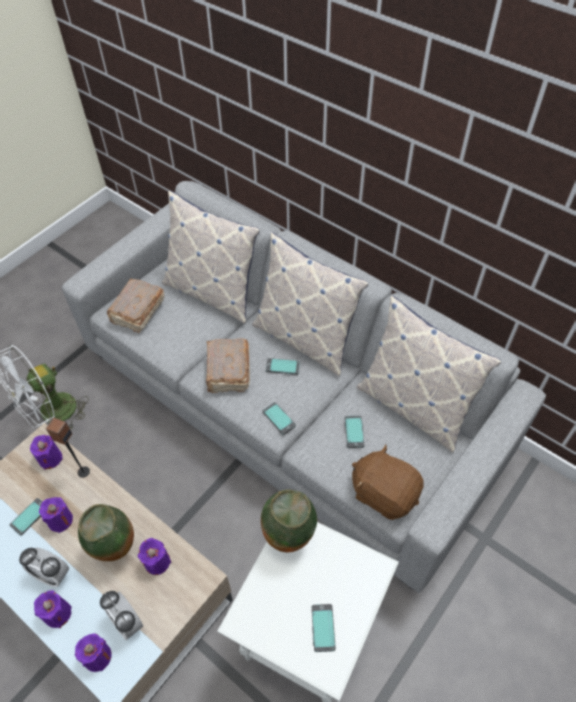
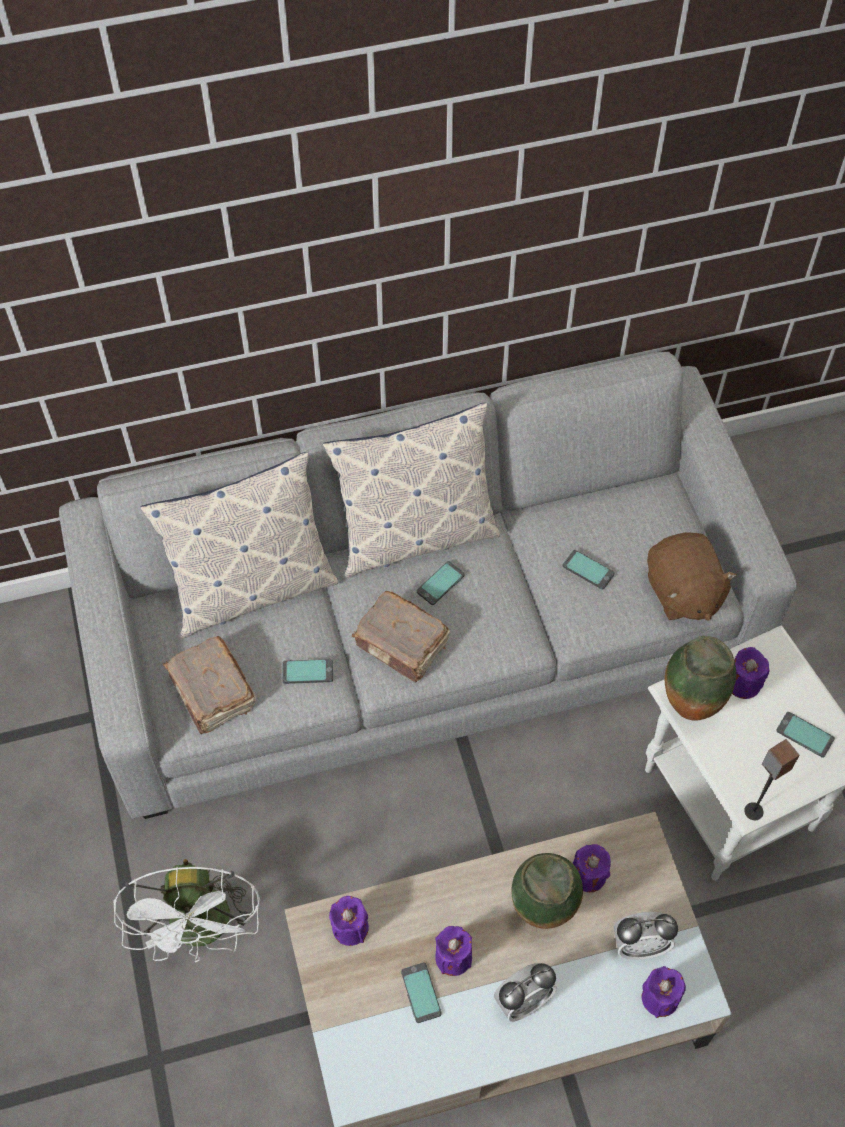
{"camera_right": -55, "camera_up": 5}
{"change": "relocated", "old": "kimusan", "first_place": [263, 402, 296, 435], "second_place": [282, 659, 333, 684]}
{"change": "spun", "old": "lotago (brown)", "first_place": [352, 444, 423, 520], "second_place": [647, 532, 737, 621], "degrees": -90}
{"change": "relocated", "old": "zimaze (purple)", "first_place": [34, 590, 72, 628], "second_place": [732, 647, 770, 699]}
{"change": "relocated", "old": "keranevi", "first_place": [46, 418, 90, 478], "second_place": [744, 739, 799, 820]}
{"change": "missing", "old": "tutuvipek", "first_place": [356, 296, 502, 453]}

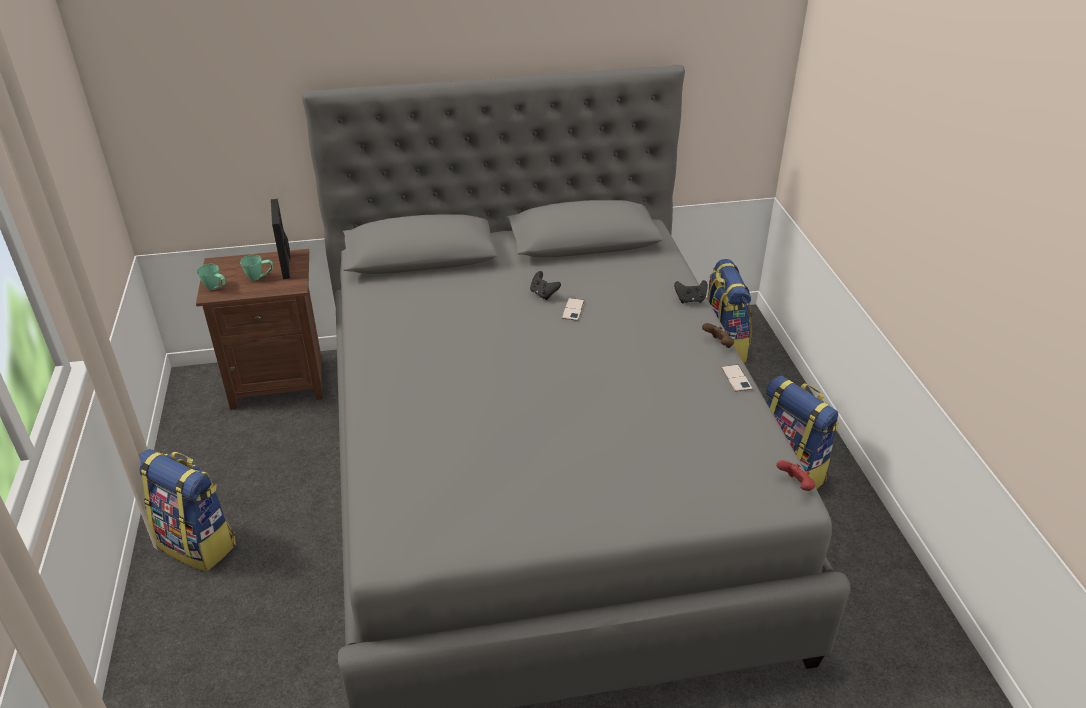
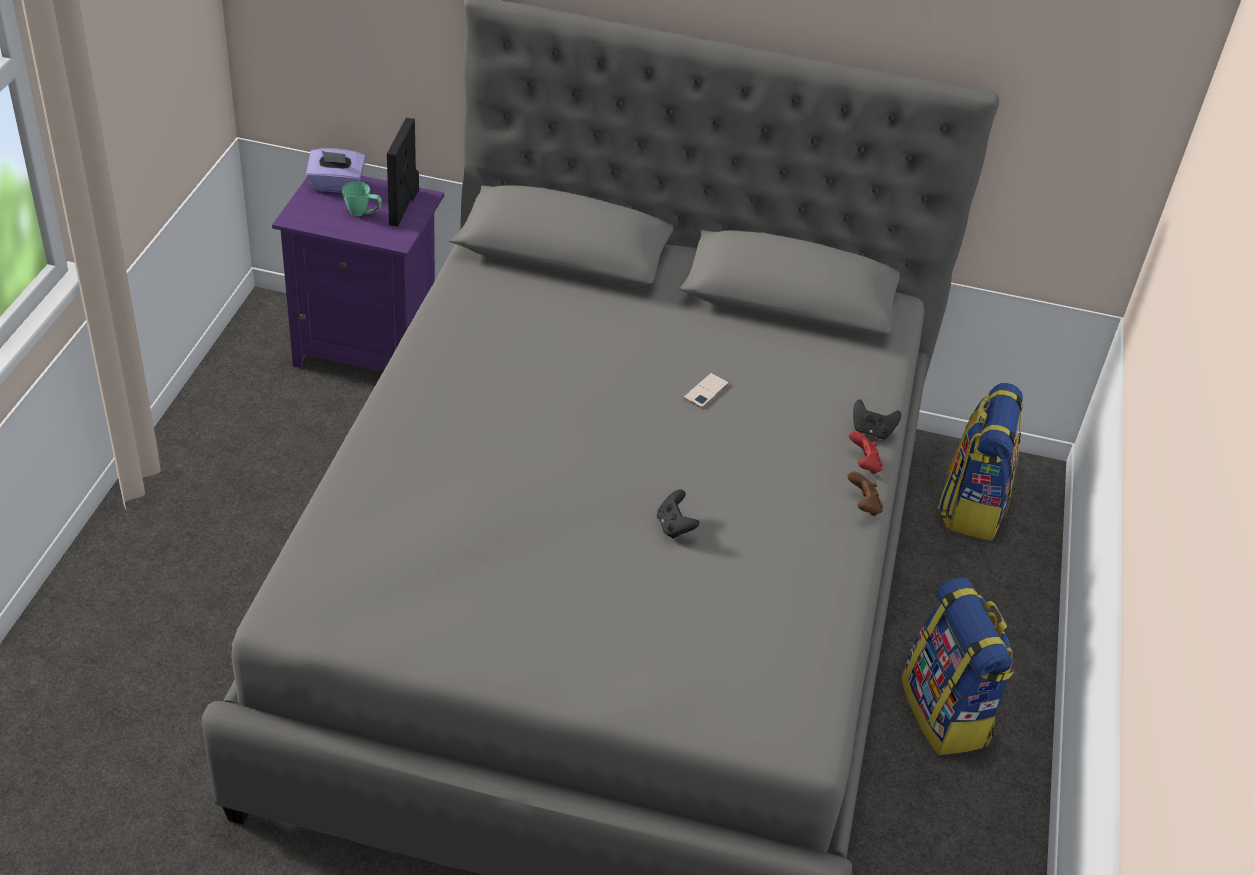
{"camera_right": 20, "camera_up": 5}
{"change": "colour", "old": "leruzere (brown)", "new": "leruzere (purple)", "first_place": [196, 249, 324, 410], "second_place": [272, 176, 444, 372]}
{"change": "appeared", "new": "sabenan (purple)", "second_place": [306, 148, 366, 193]}
{"change": "relocated", "old": "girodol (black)", "first_place": [530, 271, 561, 300], "second_place": [657, 490, 699, 539]}
{"change": "relocated", "old": "girodol (red)", "first_place": [776, 460, 815, 491], "second_place": [849, 431, 883, 475]}
{"change": "missing", "old": "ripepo", "first_place": [139, 449, 236, 571]}
{"change": "missing", "old": "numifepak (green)", "first_place": [197, 264, 226, 290]}
{"change": "missing", "old": "kimusan", "first_place": [722, 365, 752, 392]}

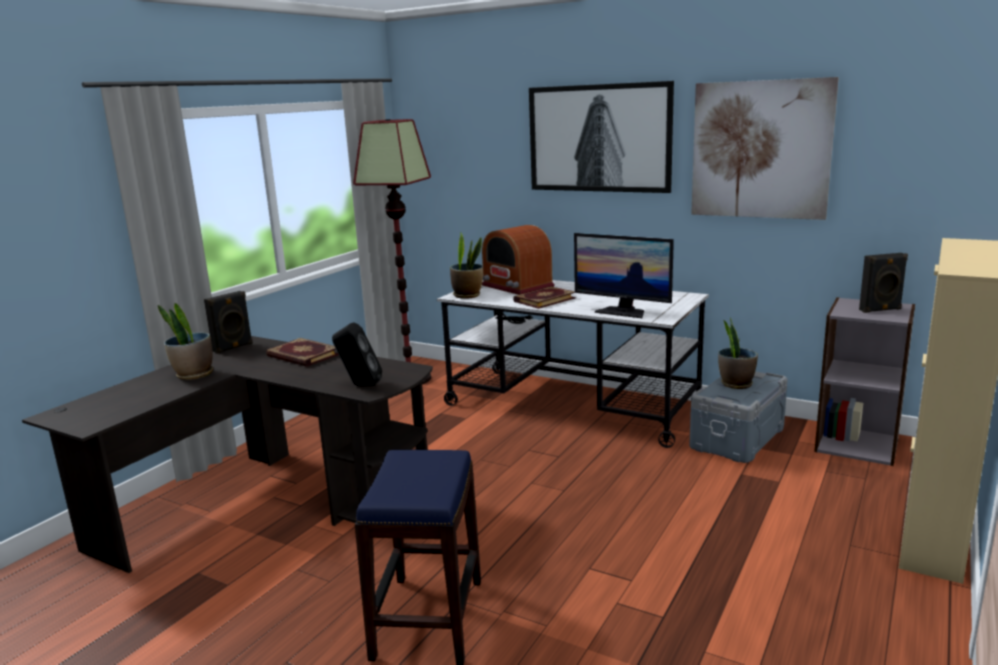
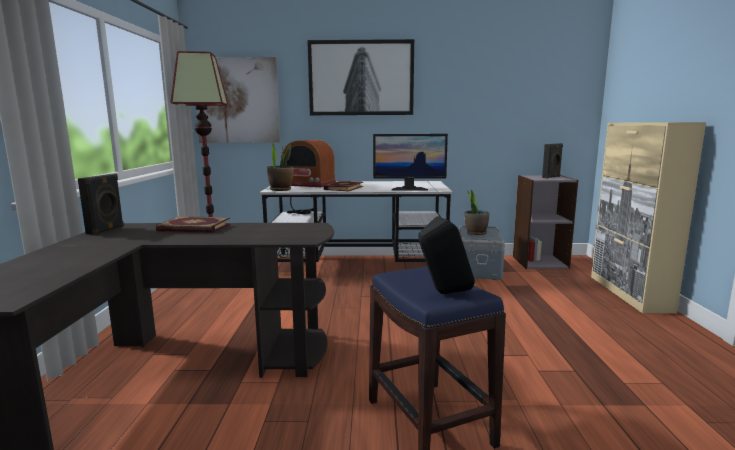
{"camera_right": -30, "camera_up": -5}
{"change": "relocated", "old": "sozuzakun", "first_place": [691, 77, 839, 220], "second_place": [196, 57, 280, 143]}
{"change": "relocated", "old": "keranevi (black)", "first_place": [332, 322, 382, 386], "second_place": [419, 216, 475, 294]}
{"change": "missing", "old": "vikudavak", "first_place": [158, 303, 214, 380]}

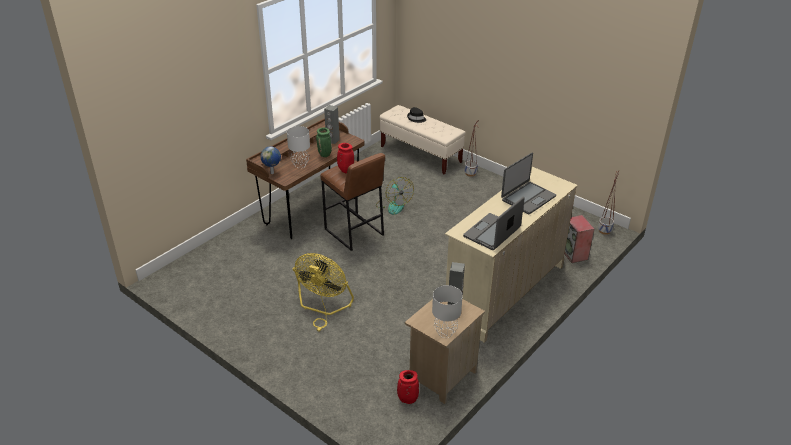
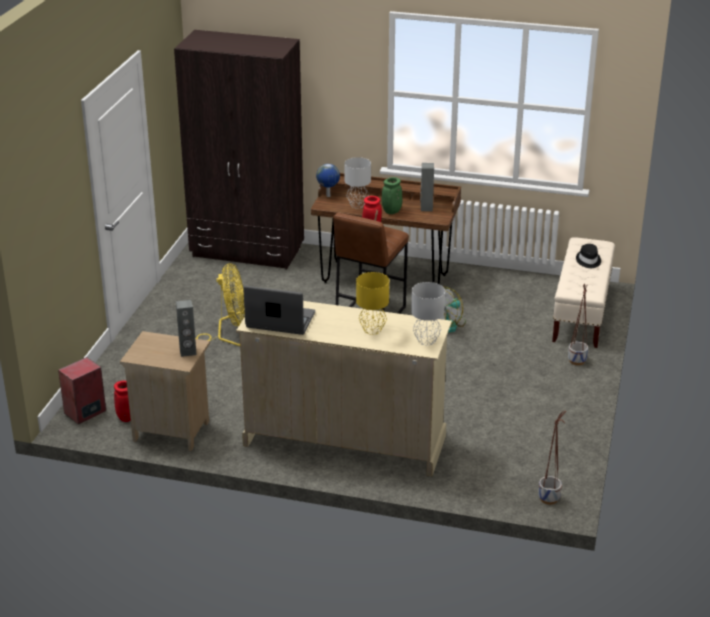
{"camera_right": 65, "camera_up": -5}
{"change": "relocated", "old": "keranevi", "first_place": [564, 215, 594, 263], "second_place": [58, 357, 106, 424]}
{"change": "appeared", "new": "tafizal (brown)", "second_place": [174, 30, 304, 269]}
{"change": "exchanged", "old": "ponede", "new": "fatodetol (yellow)", "first_place": [501, 153, 556, 214], "second_place": [356, 272, 389, 335]}
{"change": "relocated", "old": "fatodetol (grey)", "first_place": [432, 285, 463, 338], "second_place": [411, 282, 445, 345]}

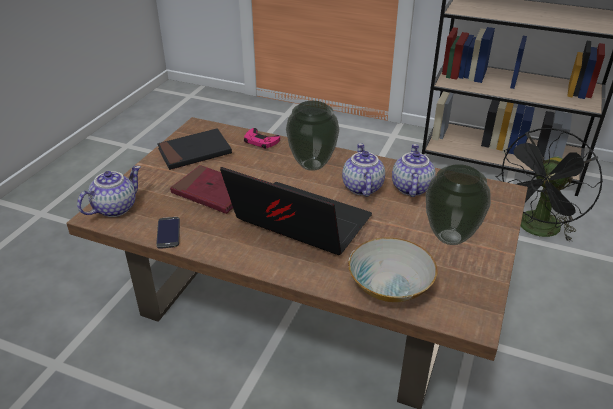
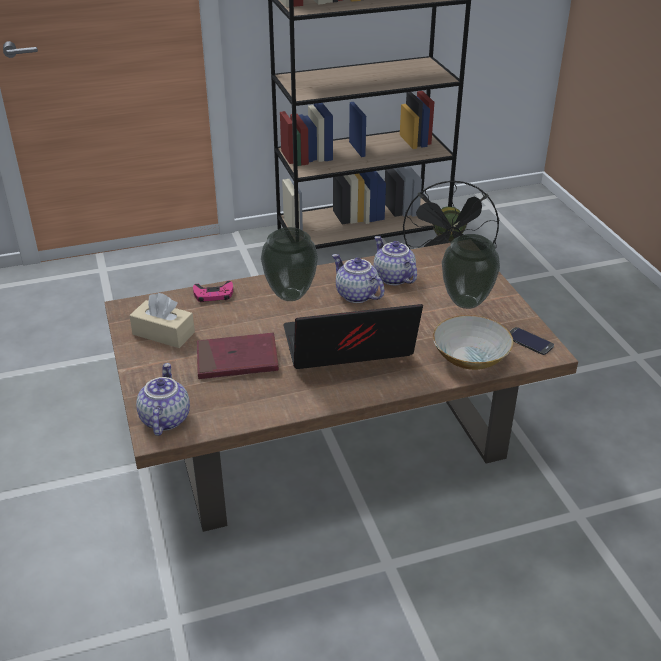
{"camera_right": -40, "camera_up": 0}
{"change": "exchanged", "old": "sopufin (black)", "new": "sabenan (beige)", "first_place": [157, 128, 232, 170], "second_place": [129, 293, 195, 348]}
{"change": "relocated", "old": "kimusan", "first_place": [156, 217, 180, 249], "second_place": [509, 327, 554, 355]}

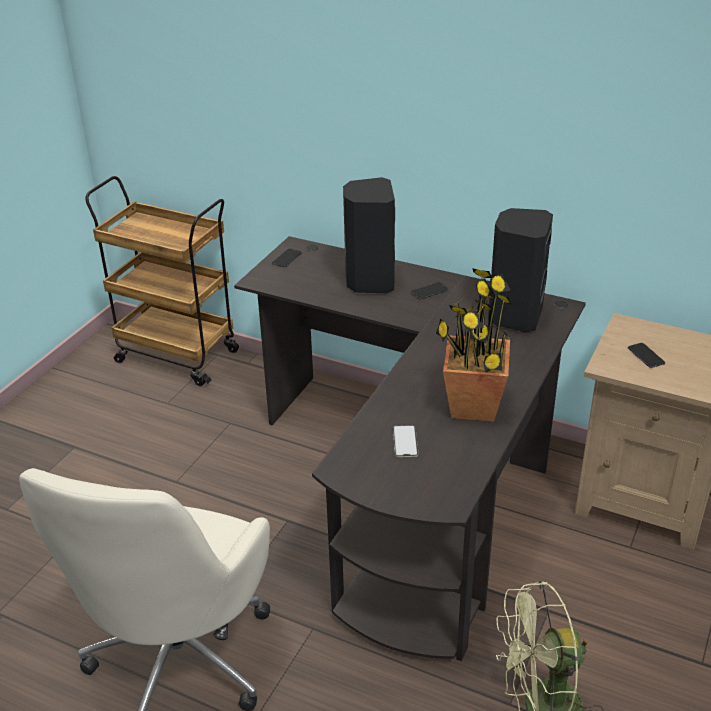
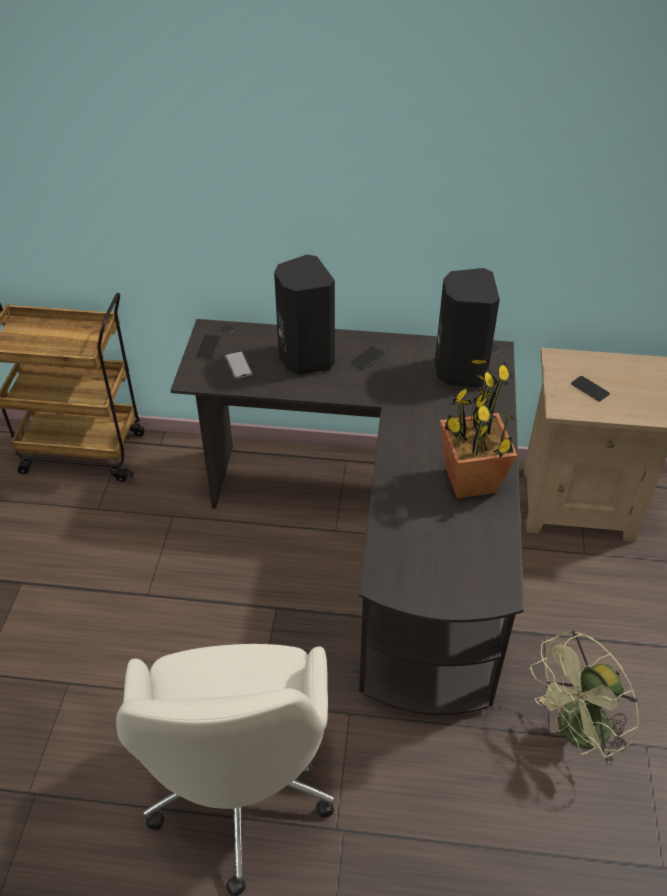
{"camera_right": -20, "camera_up": 10}
{"change": "relocated", "old": "kimusan", "first_place": [393, 425, 419, 457], "second_place": [225, 351, 253, 379]}

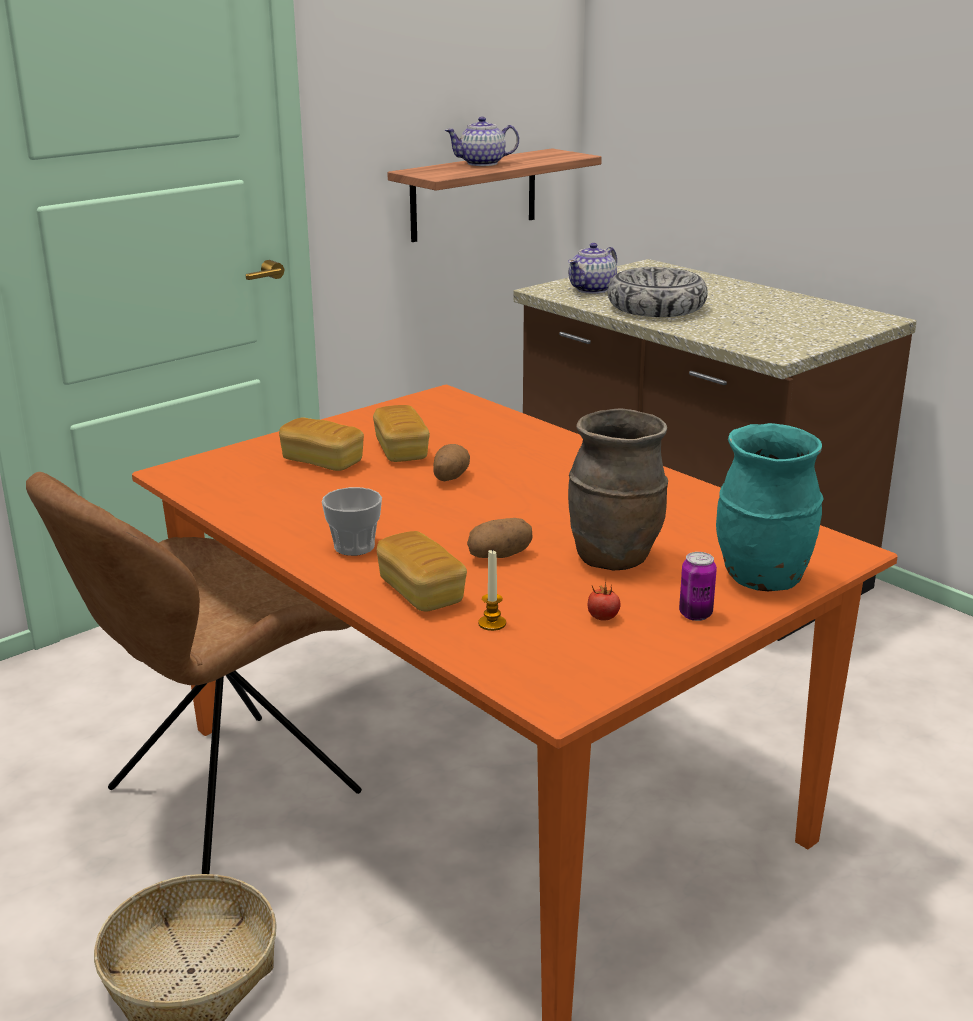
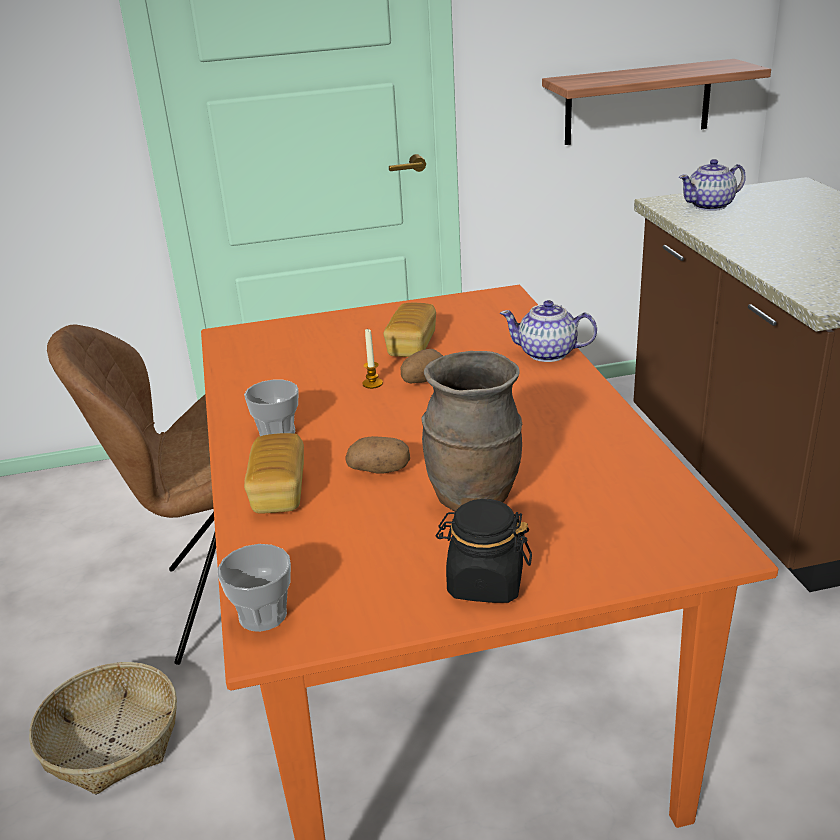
{"camera_right": 30, "camera_up": 5}
{"change": "appeared", "new": "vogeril", "second_place": [218, 544, 291, 632]}
{"change": "relocated", "old": "zimaze", "first_place": [478, 549, 506, 631], "second_place": [362, 329, 383, 389]}
{"change": "exchanged", "old": "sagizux", "new": "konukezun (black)", "first_place": [679, 552, 717, 621], "second_place": [436, 499, 532, 603]}
{"change": "relocated", "old": "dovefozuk", "first_place": [444, 117, 519, 166], "second_place": [500, 300, 597, 362]}
{"change": "missing", "old": "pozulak", "first_place": [279, 417, 364, 471]}
{"change": "missing", "old": "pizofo", "first_place": [588, 582, 620, 621]}
{"change": "missing", "old": "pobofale", "first_place": [607, 267, 708, 317]}
{"change": "missing", "old": "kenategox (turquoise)", "first_place": [716, 423, 823, 591]}

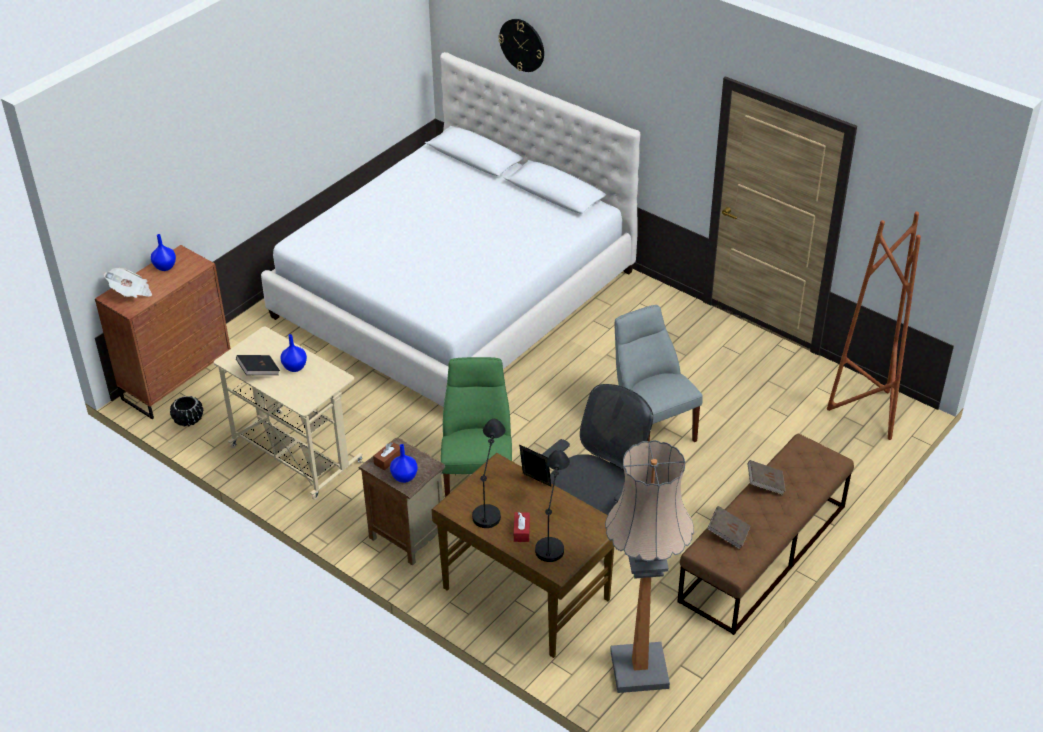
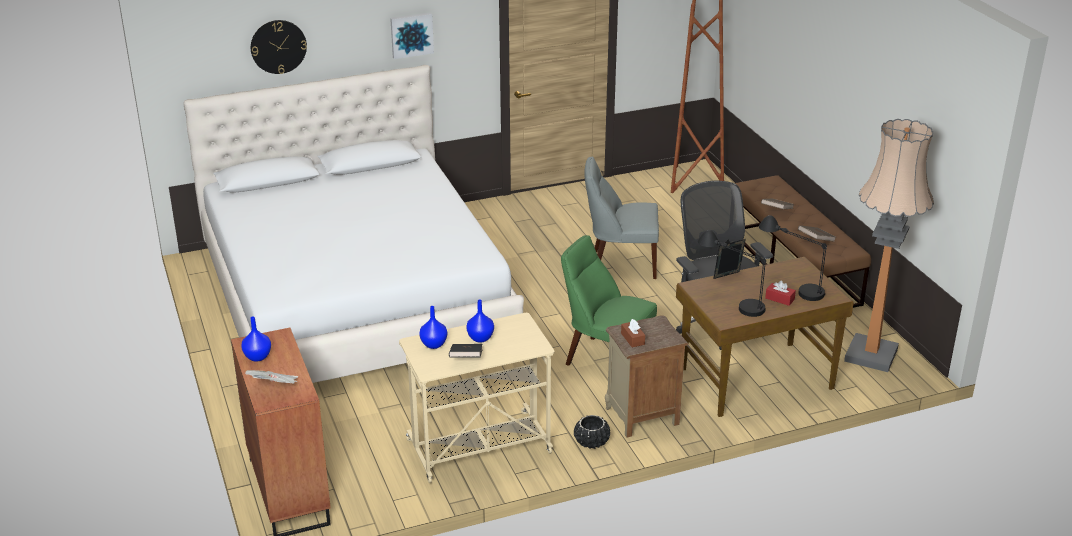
{"camera_right": -60, "camera_up": -10}
{"change": "appeared", "new": "sozuzakun", "second_place": [390, 12, 434, 59]}
{"change": "relocated", "old": "kenategox (blue)", "first_place": [390, 444, 418, 483], "second_place": [419, 306, 447, 349]}
{"change": "relocated", "old": "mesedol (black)", "first_place": [170, 396, 204, 426], "second_place": [574, 415, 610, 449]}

